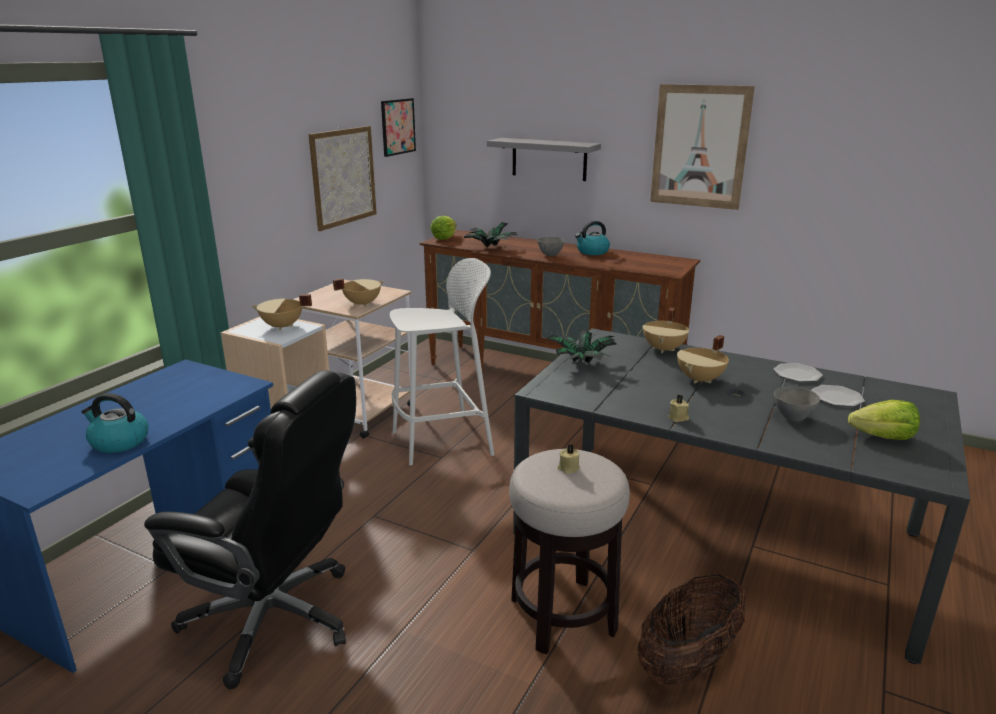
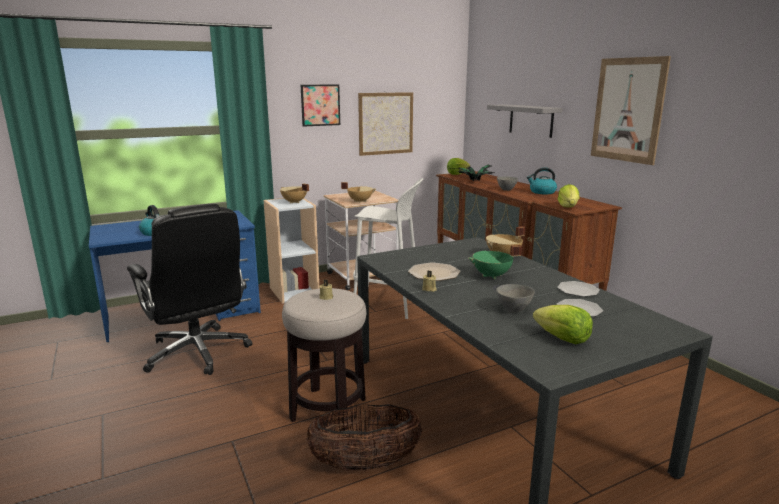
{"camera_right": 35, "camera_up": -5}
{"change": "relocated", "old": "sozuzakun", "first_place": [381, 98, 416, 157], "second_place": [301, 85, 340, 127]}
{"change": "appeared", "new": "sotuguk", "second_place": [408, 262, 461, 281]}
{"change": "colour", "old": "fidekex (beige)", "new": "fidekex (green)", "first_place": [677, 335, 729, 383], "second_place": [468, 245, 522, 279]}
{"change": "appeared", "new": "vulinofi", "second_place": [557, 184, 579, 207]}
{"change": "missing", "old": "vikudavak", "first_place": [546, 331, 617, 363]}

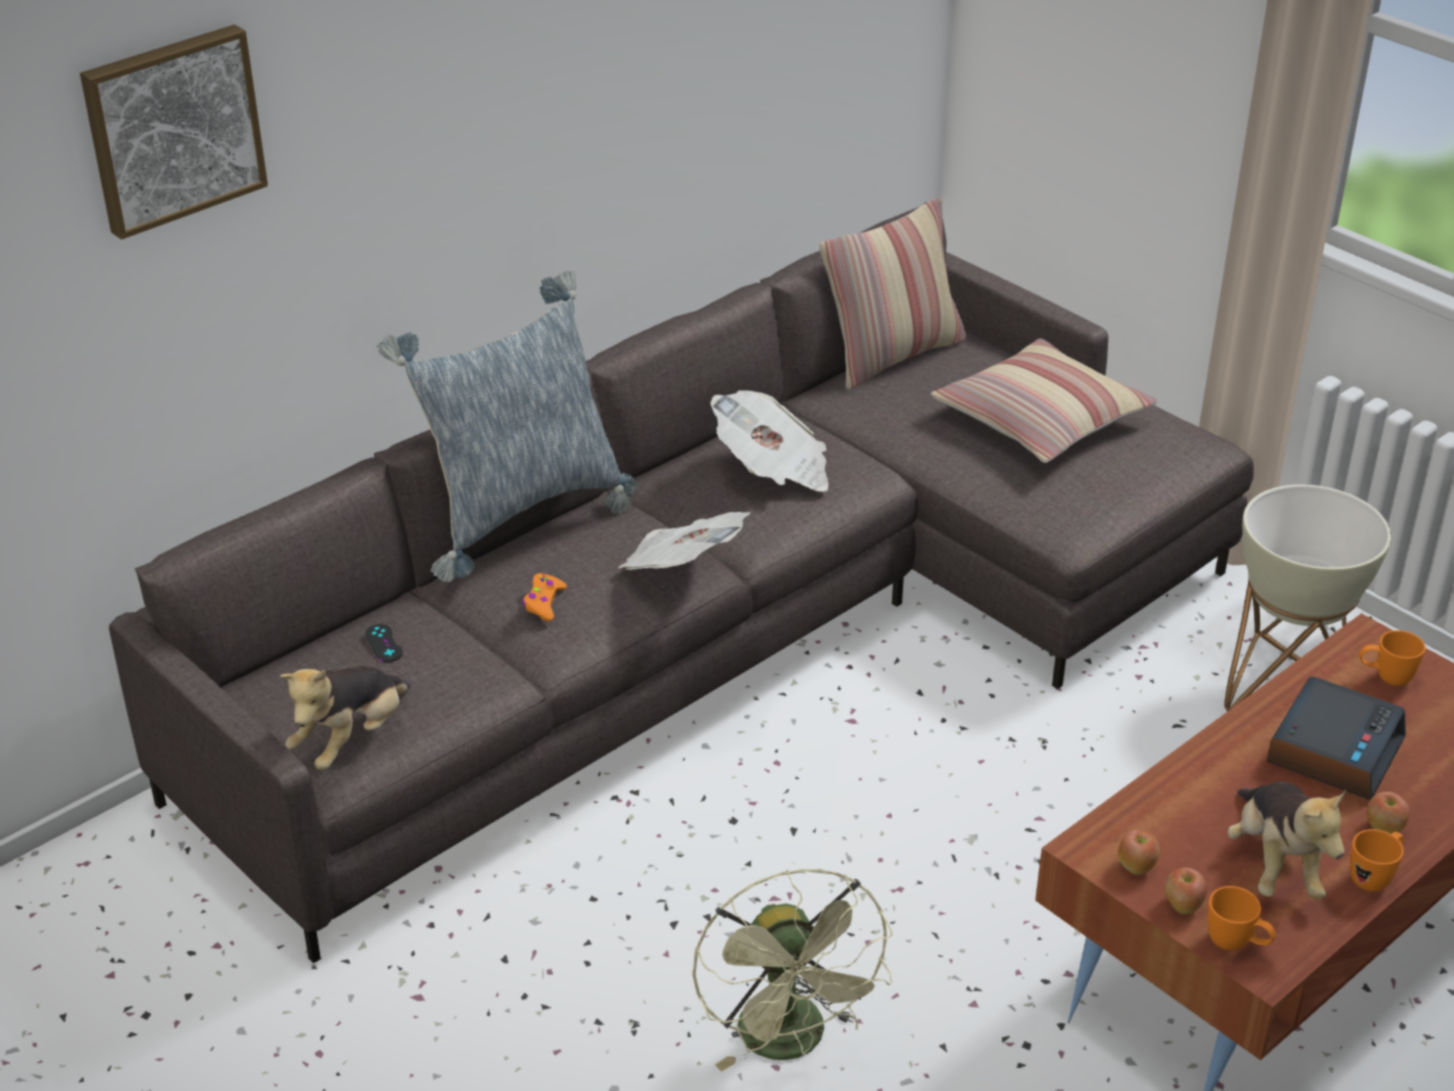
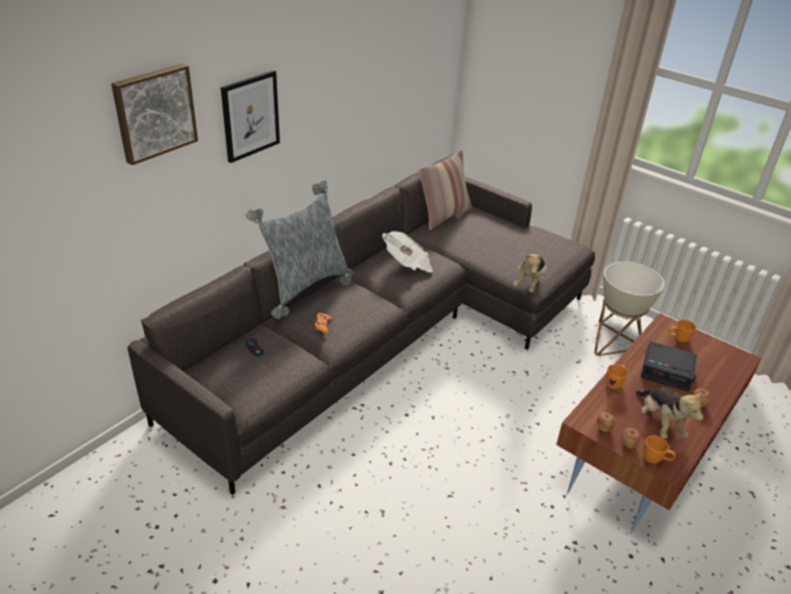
{"camera_right": -10, "camera_up": 0}
{"change": "appeared", "new": "sozuzakun", "second_place": [221, 70, 280, 163]}
{"change": "relocated", "old": "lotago", "first_place": [280, 666, 410, 770], "second_place": [513, 253, 547, 293]}
{"change": "relocated", "old": "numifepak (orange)", "first_place": [1350, 829, 1404, 892], "second_place": [606, 364, 628, 389]}
{"change": "spun", "old": "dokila", "first_place": [1267, 676, 1406, 800], "second_place": [641, 341, 697, 392], "degrees": 90}
{"change": "missing", "old": "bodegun", "first_place": [618, 512, 750, 570]}
{"change": "missing", "old": "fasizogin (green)", "first_place": [693, 869, 893, 1072]}
{"change": "missing", "old": "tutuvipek", "first_place": [931, 338, 1157, 463]}

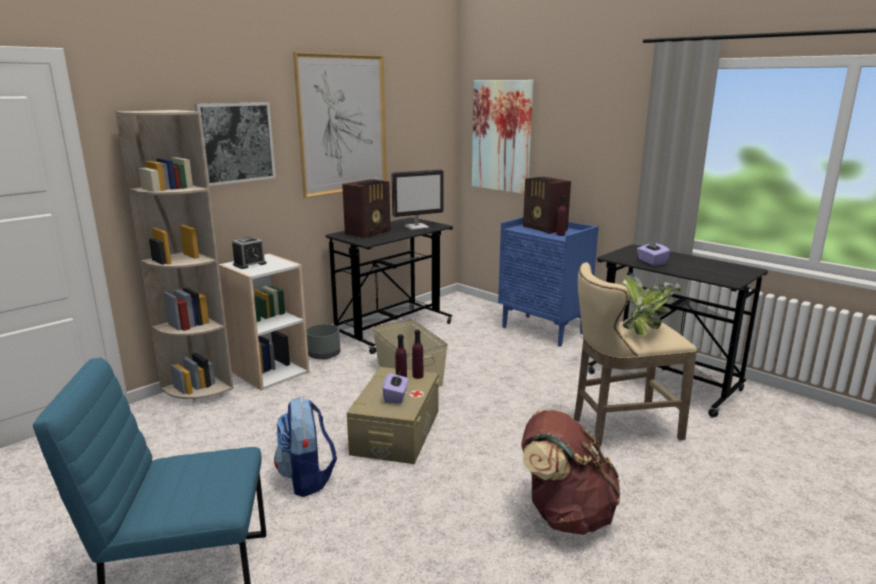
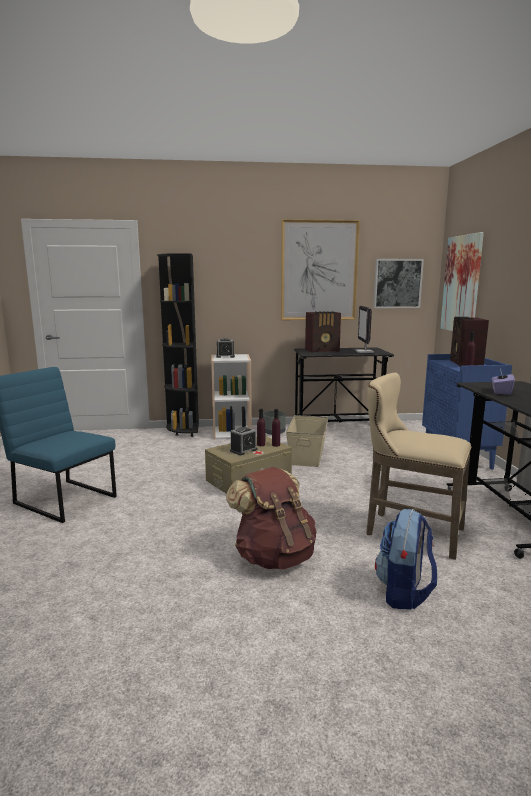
{"camera_right": 40, "camera_up": -5}
{"change": "colour", "old": "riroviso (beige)", "new": "riroviso (black)", "first_place": [115, 110, 234, 402], "second_place": [157, 253, 199, 437]}
{"change": "exchanged", "old": "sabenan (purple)", "new": "dokila", "first_place": [382, 373, 408, 403], "second_place": [230, 427, 257, 455]}
{"change": "spun", "old": "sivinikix", "first_place": [392, 170, 444, 230], "second_place": [356, 306, 374, 353], "degrees": 75}
{"change": "relocated", "old": "sozuzakun", "first_place": [194, 102, 276, 186], "second_place": [373, 259, 424, 308]}
{"change": "relocated", "old": "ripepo", "first_place": [274, 397, 337, 497], "second_place": [375, 509, 437, 610]}
{"change": "missing", "old": "vikudavak", "first_place": [620, 272, 681, 336]}

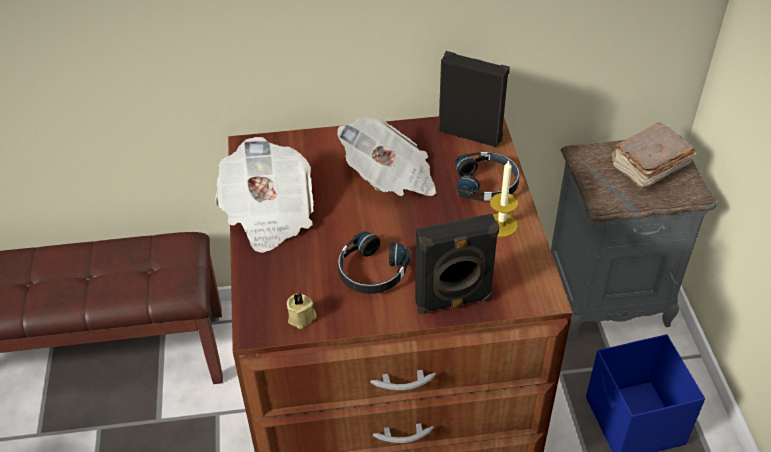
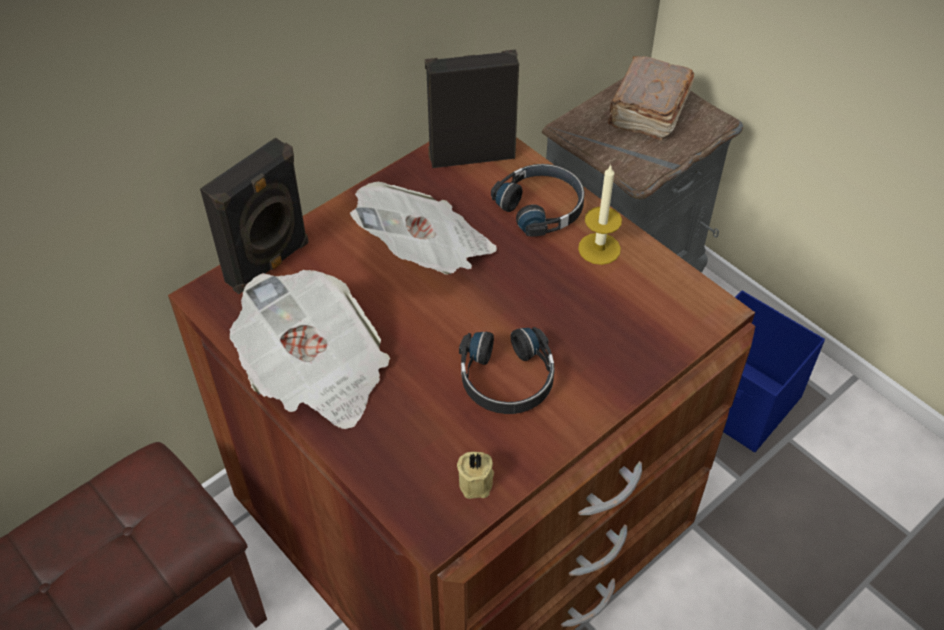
{"camera_right": -35, "camera_up": 5}
{"change": "relocated", "old": "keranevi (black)", "first_place": [415, 213, 499, 314], "second_place": [200, 137, 308, 294]}

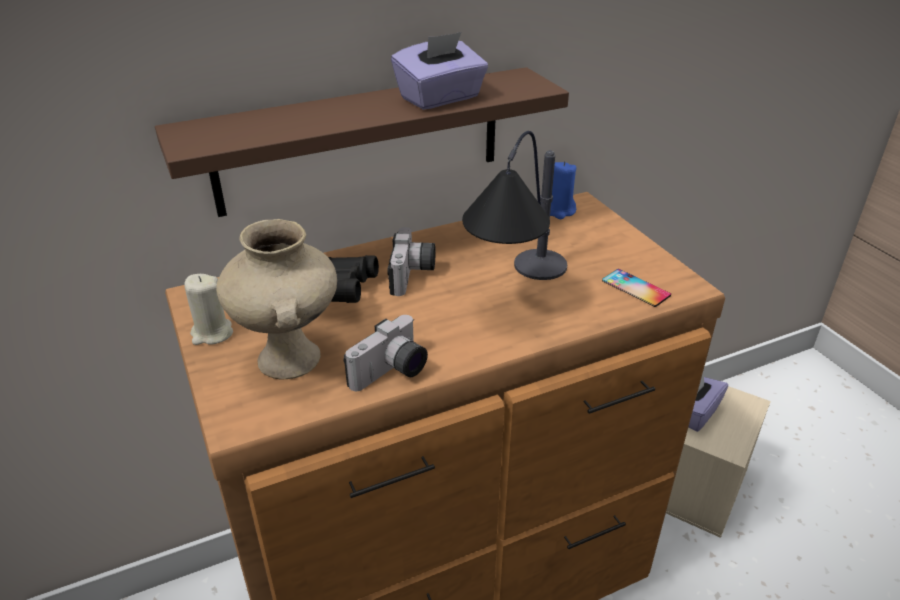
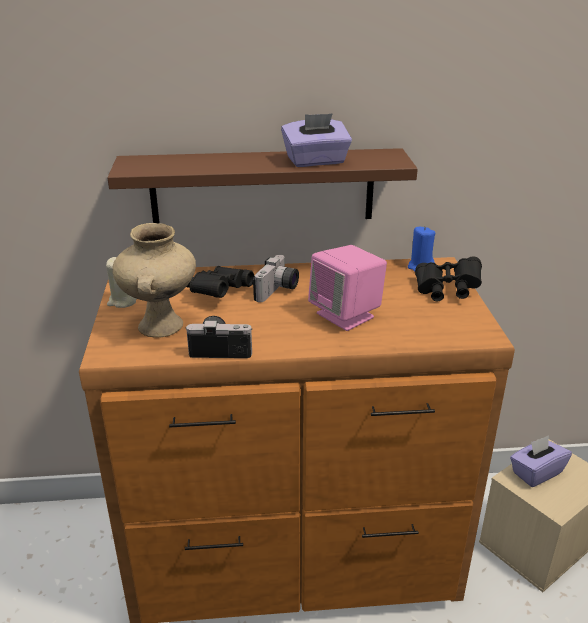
{"camera_right": 20, "camera_up": -5}
{"change": "spun", "old": "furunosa", "first_place": [343, 315, 428, 391], "second_place": [186, 316, 253, 358], "degrees": -150}
{"change": "exchanged", "old": "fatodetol", "new": "keranevi (pink)", "first_place": [462, 131, 567, 280], "second_place": [308, 245, 387, 331]}
{"change": "appeared", "new": "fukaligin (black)", "second_place": [415, 257, 482, 301]}
{"change": "missing", "old": "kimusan", "first_place": [602, 269, 671, 307]}

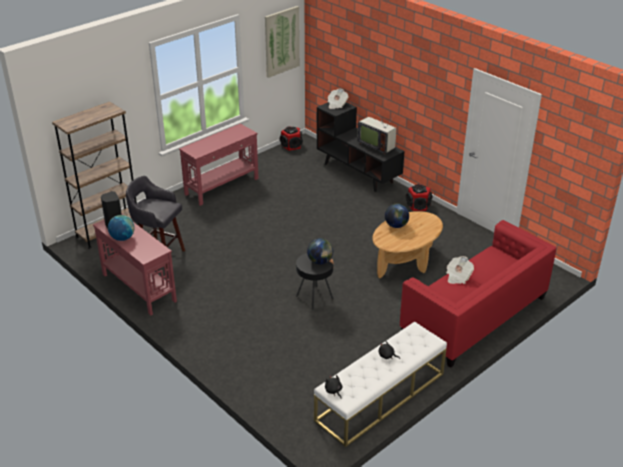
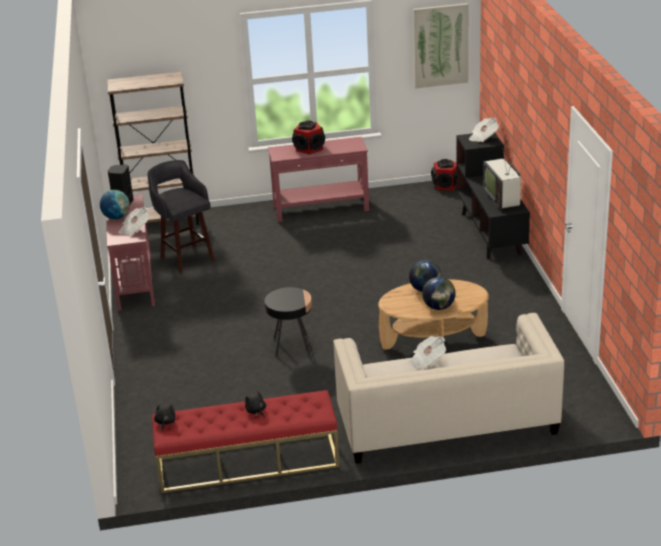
{"camera_right": 35, "camera_up": -5}
{"change": "appeared", "new": "bodegun", "second_place": [118, 207, 149, 236]}
{"change": "colour", "old": "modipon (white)", "new": "modipon (red)", "first_place": [314, 321, 447, 447], "second_place": [152, 390, 340, 493]}
{"change": "relocated", "old": "keranevi", "first_place": [406, 184, 433, 211], "second_place": [292, 121, 325, 155]}
{"change": "colour", "old": "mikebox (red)", "new": "mikebox (beige)", "first_place": [400, 220, 557, 368], "second_place": [333, 313, 564, 464]}
{"change": "relocated", "old": "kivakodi", "first_place": [307, 238, 333, 264], "second_place": [422, 277, 455, 310]}

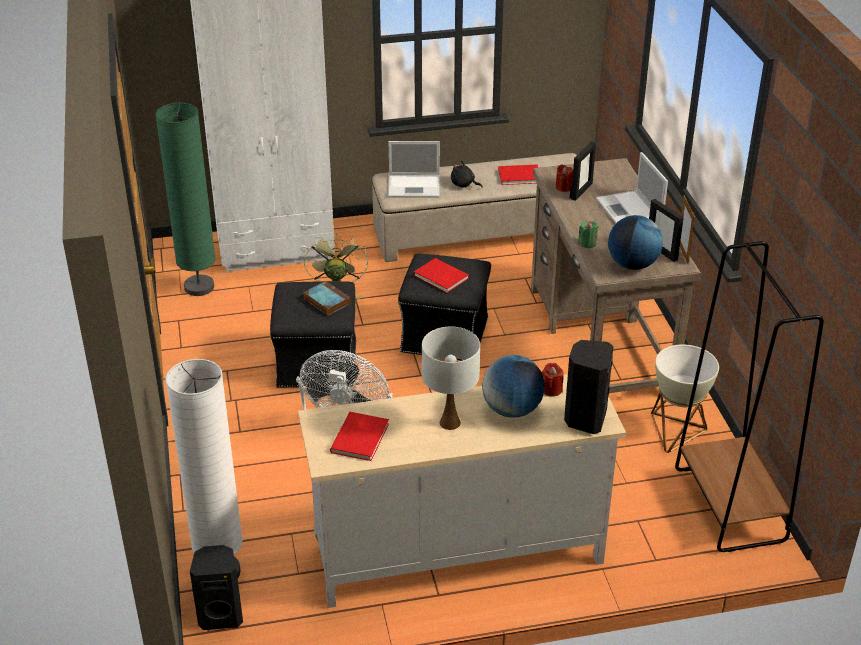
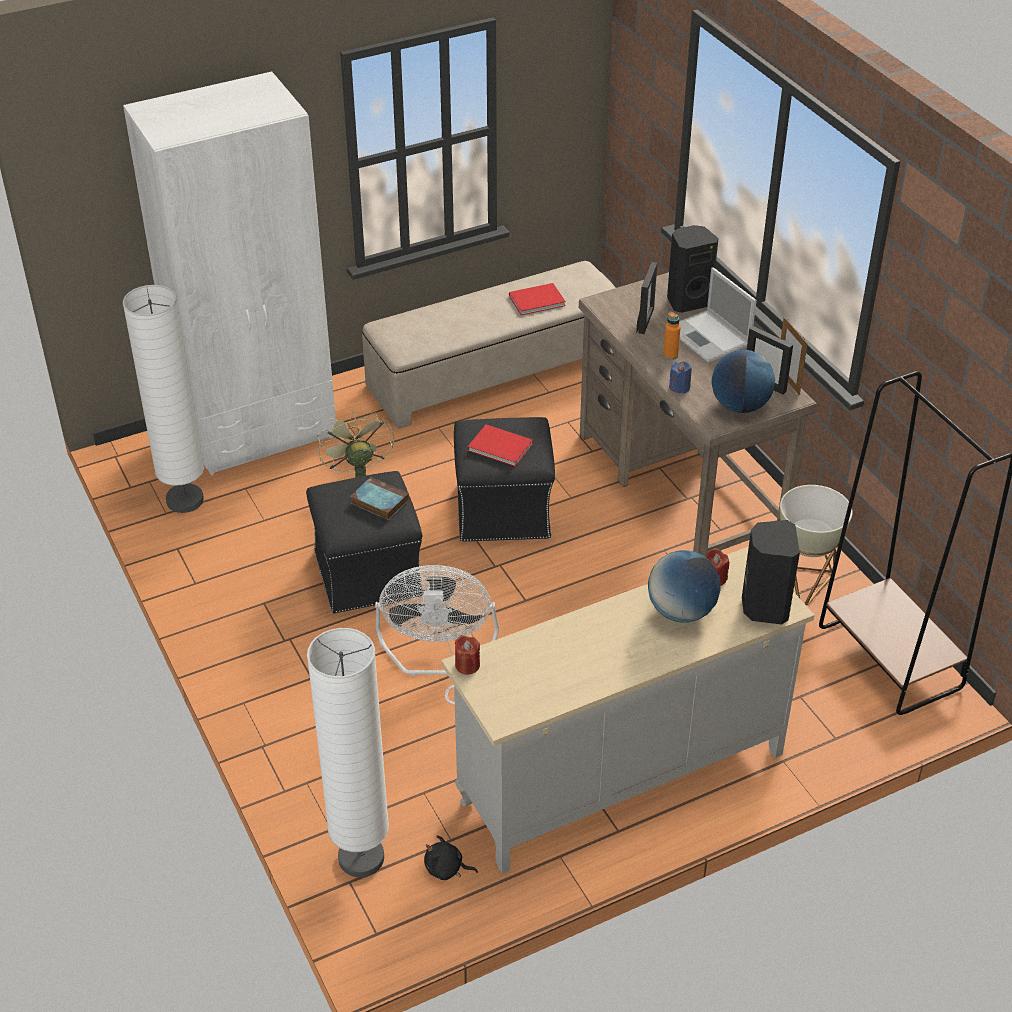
{"camera_right": -15, "camera_up": 5}
{"change": "colour", "old": "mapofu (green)", "new": "mapofu (white)", "first_place": [155, 103, 216, 296], "second_place": [123, 285, 204, 513]}
{"change": "relocated", "old": "lotago (black)", "first_place": [451, 160, 483, 188], "second_place": [424, 835, 478, 880]}
{"change": "relocated", "old": "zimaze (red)", "first_place": [556, 164, 573, 192], "second_place": [454, 635, 480, 674]}
{"change": "appeared", "new": "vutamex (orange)", "second_place": [663, 312, 681, 360]}
{"change": "relocated", "old": "keranevi (black)", "first_place": [190, 545, 243, 630], "second_place": [667, 225, 718, 313]}
{"change": "colour", "old": "zimaze (green)", "new": "zimaze (blue)", "first_place": [578, 221, 599, 249], "second_place": [669, 361, 692, 394]}
{"change": "missing", "old": "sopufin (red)", "first_place": [330, 412, 389, 461]}
{"change": "missing", "old": "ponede", "first_place": [388, 141, 440, 198]}
{"change": "missing", "old": "fatodetol (white)", "first_place": [422, 327, 480, 430]}

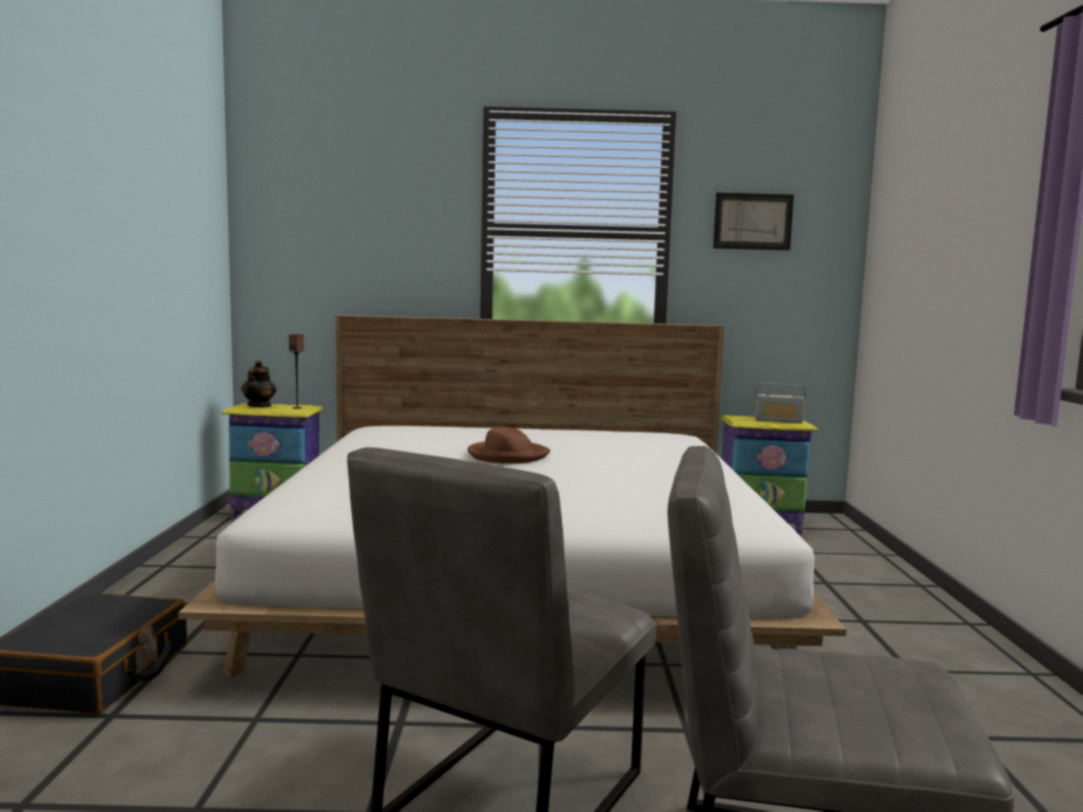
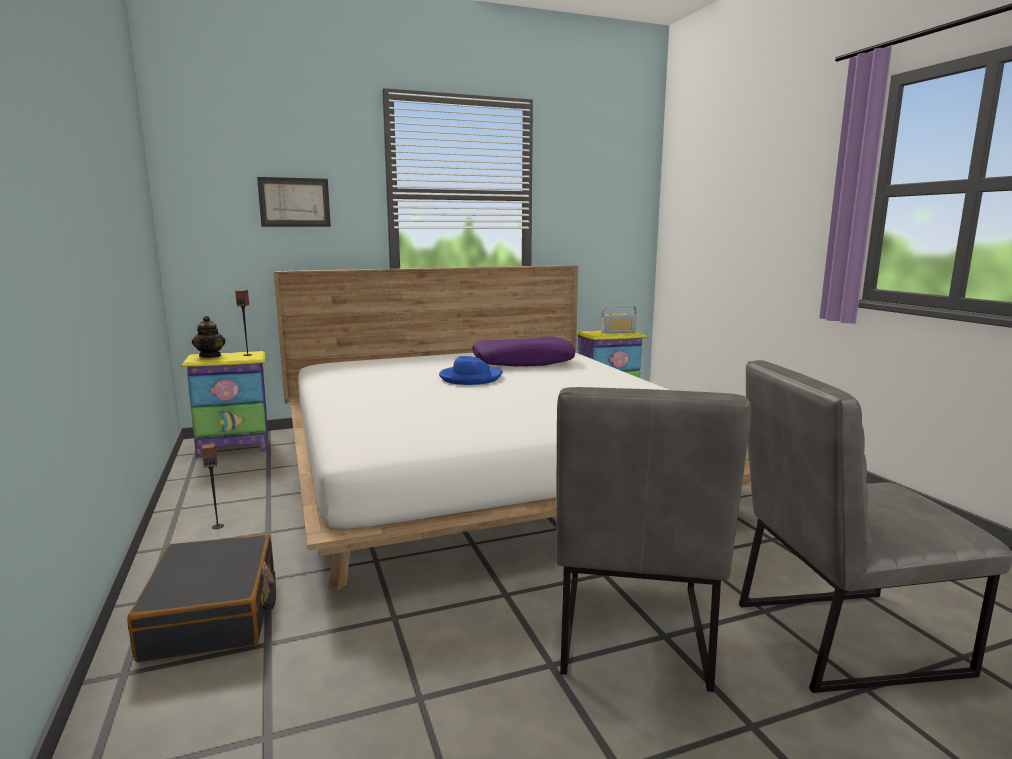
{"camera_right": -20, "camera_up": 5}
{"change": "appeared", "new": "keranevi", "second_place": [202, 443, 224, 529]}
{"change": "relocated", "old": "sozuzakun", "first_place": [713, 193, 794, 250], "second_place": [257, 177, 331, 227]}
{"change": "colour", "old": "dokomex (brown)", "new": "dokomex (blue)", "first_place": [468, 427, 550, 464], "second_place": [439, 356, 503, 385]}
{"change": "appeared", "new": "tutuvipek (purple)", "second_place": [472, 336, 575, 366]}

